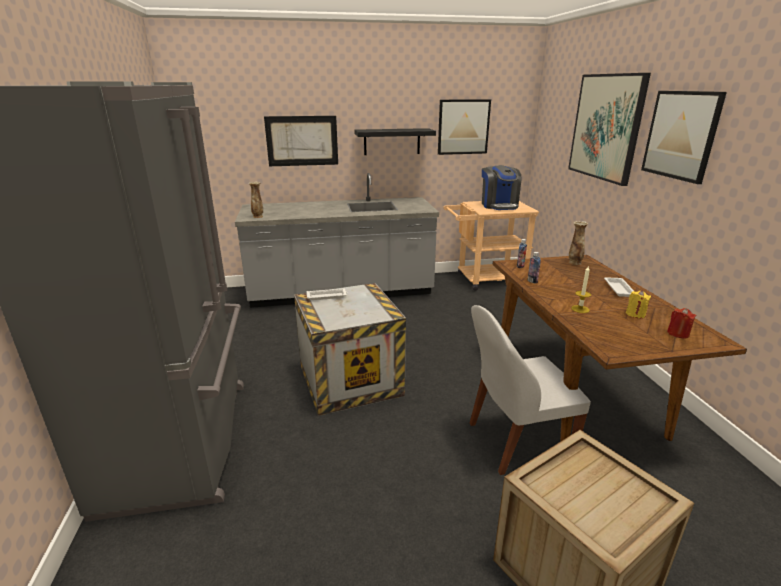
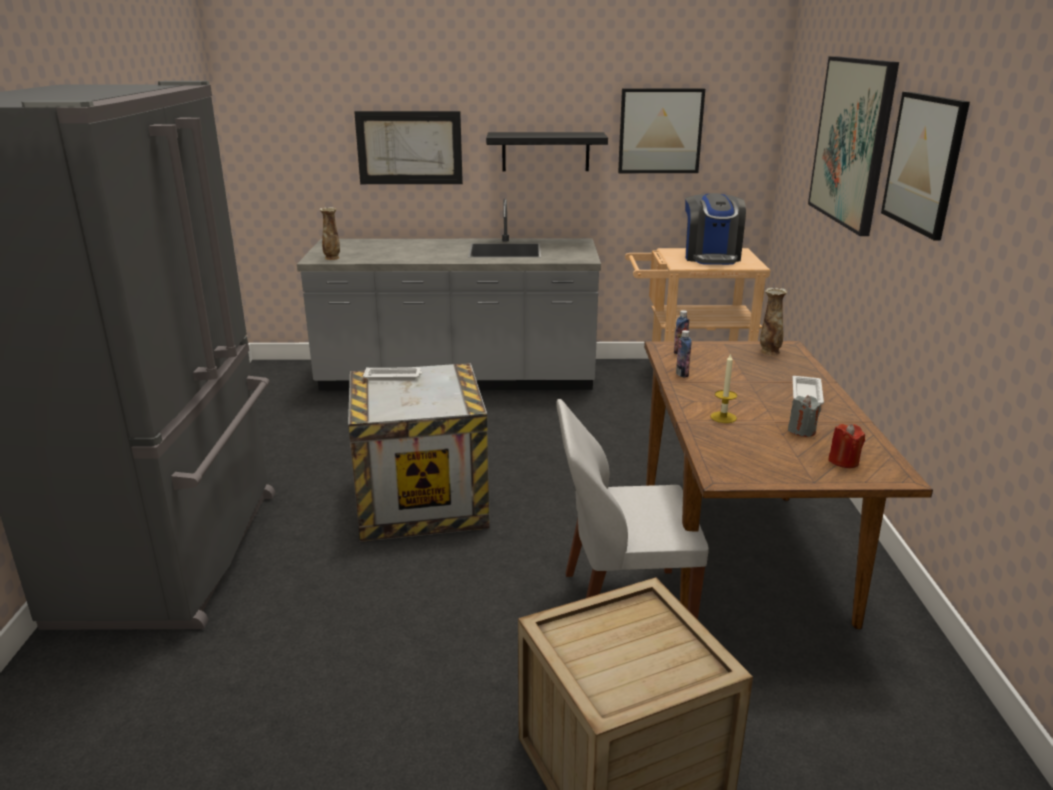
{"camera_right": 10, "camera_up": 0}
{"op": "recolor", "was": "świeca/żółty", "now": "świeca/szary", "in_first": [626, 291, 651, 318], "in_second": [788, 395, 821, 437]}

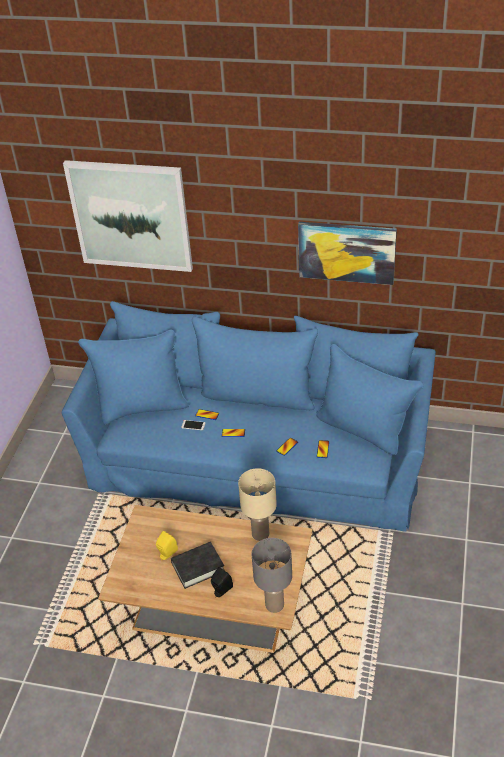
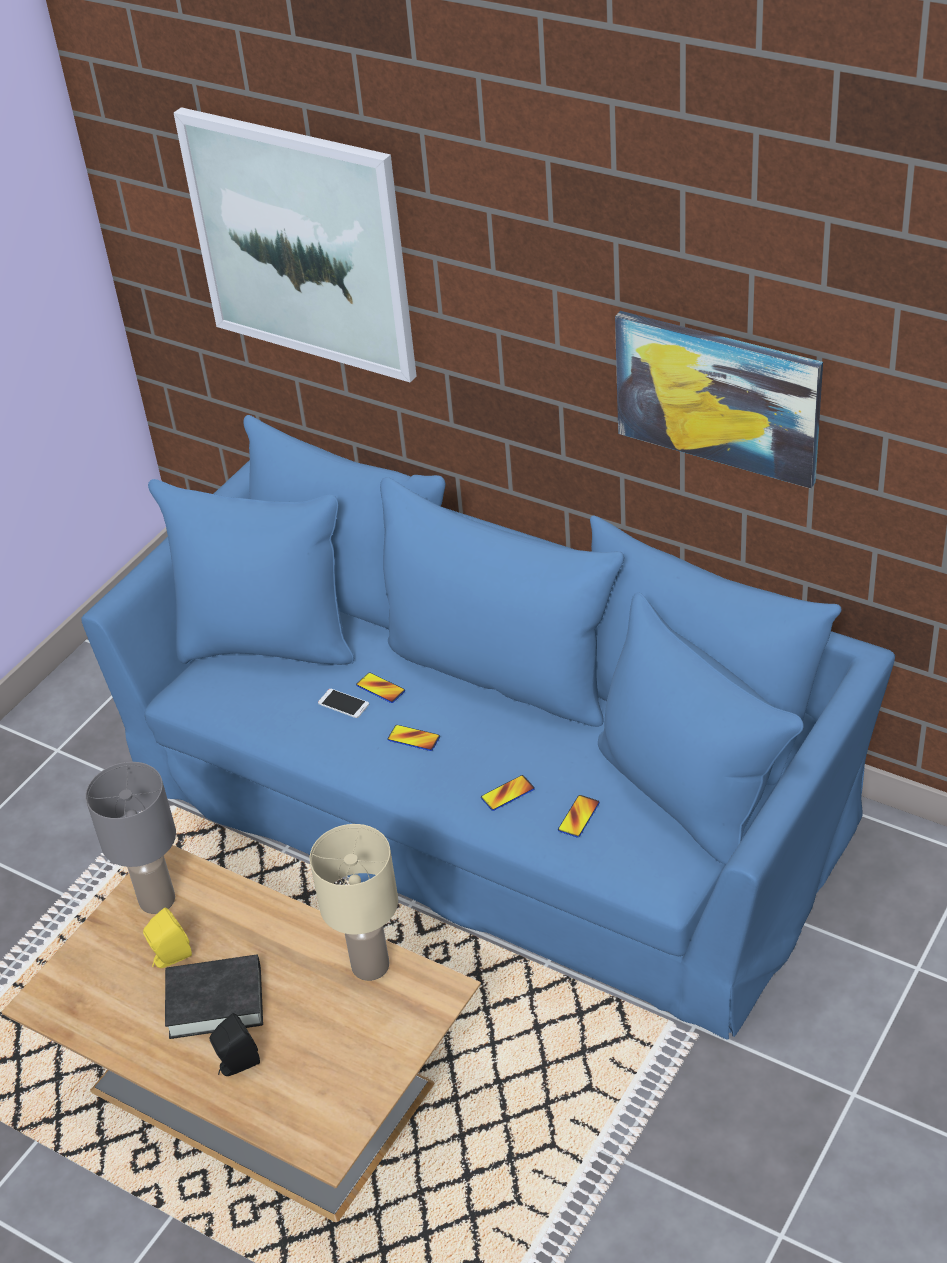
{"camera_right": 20, "camera_up": 0}
{"op": "move", "was": "lampa stołowa/szary", "in_first": [252, 538, 292, 613], "in_second": [86, 762, 176, 914]}

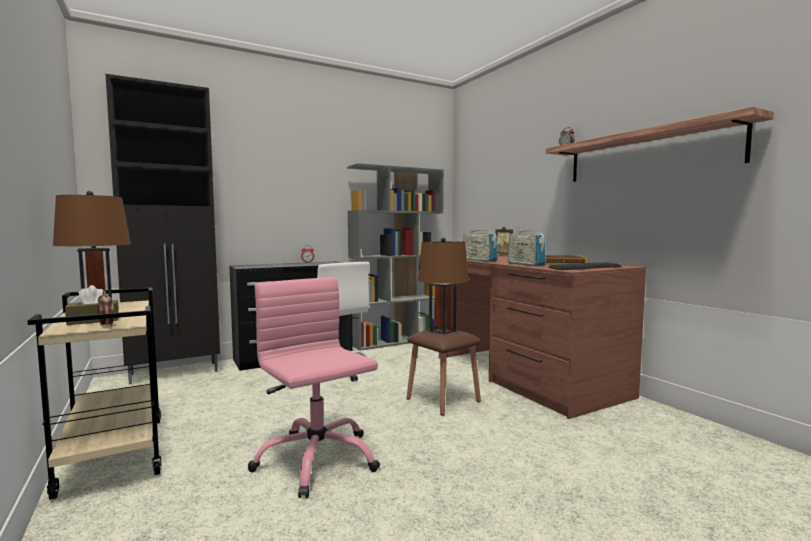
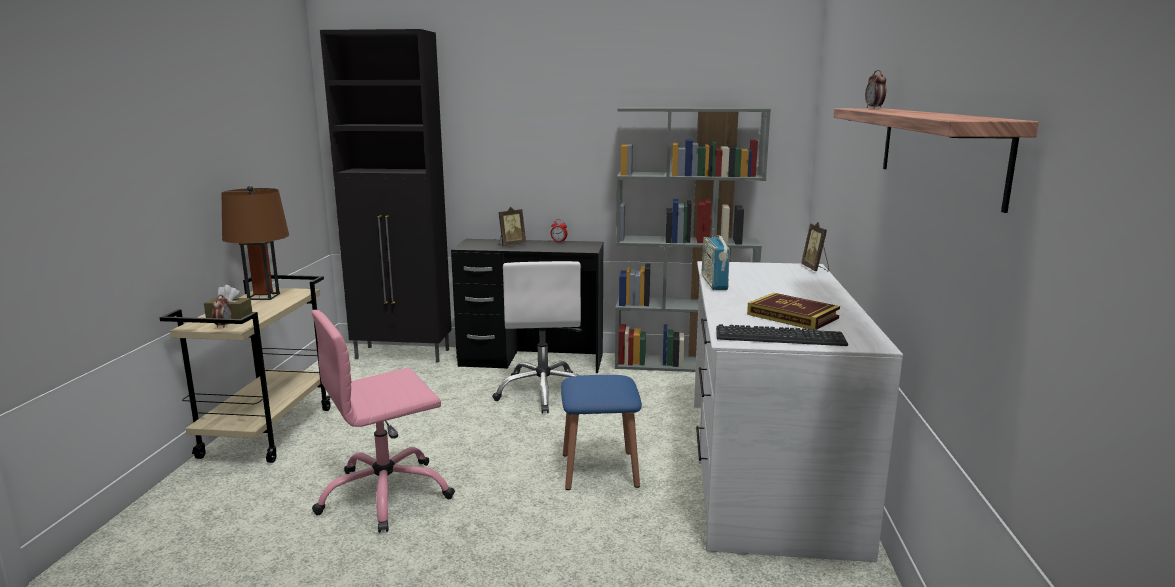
{"camera_right": 35, "camera_up": 10}
{"op": "rotate", "was": "krzesło biurowe/różowy", "in_first": [248, 277, 380, 498], "in_second": [312, 310, 455, 533], "clockwise": -120}
{"op": "insert", "now": "ramka na zdjęcie", "in_second": [499, 207, 526, 246]}
{"op": "recolor", "was": "stołek/brązowy", "now": "stołek/niebieski", "in_first": [406, 328, 481, 416], "in_second": [561, 375, 642, 490]}
{"op": "recolor", "was": "biurko/brązowy", "now": "biurko/biały", "in_first": [439, 255, 646, 419], "in_second": [694, 261, 903, 562]}
{"op": "delete", "was": "lampa stołowa/brązowy", "in_first": [417, 237, 469, 334]}
{"op": "delete", "was": "radio", "in_first": [508, 227, 546, 266]}

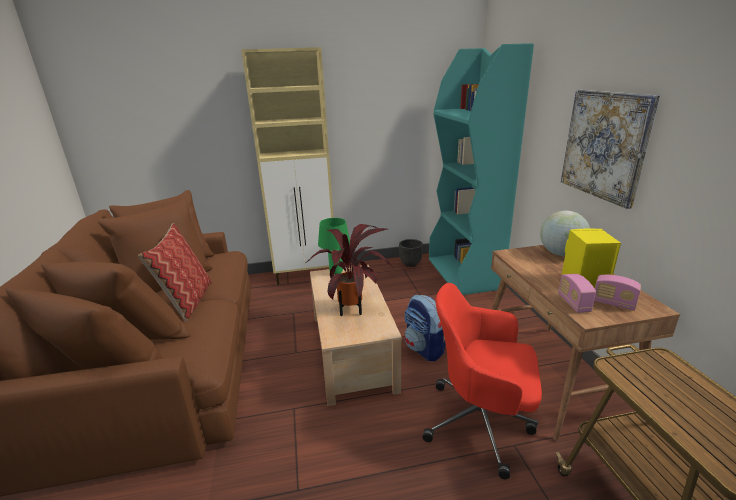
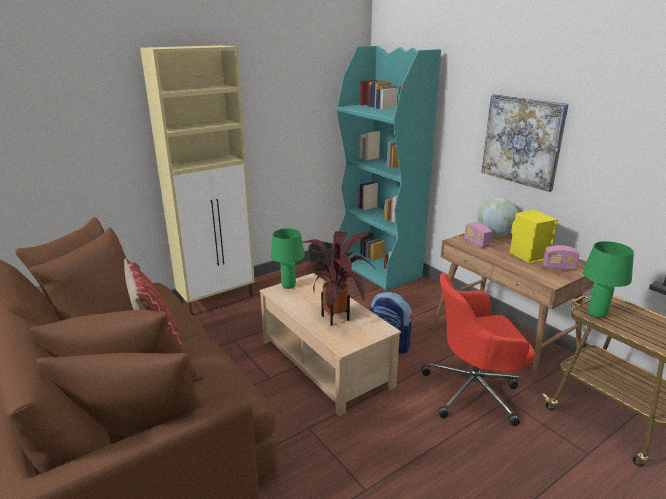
{"camera_right": -25, "camera_up": 0}
{"op": "move", "was": "radio", "in_first": [558, 274, 596, 313], "in_second": [464, 222, 492, 248]}
{"op": "insert", "now": "lampa stołowa/zielony", "in_second": [583, 241, 634, 318]}

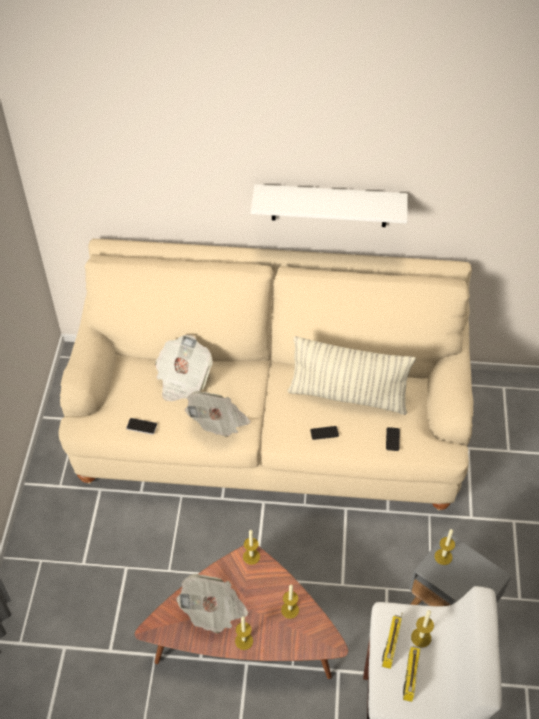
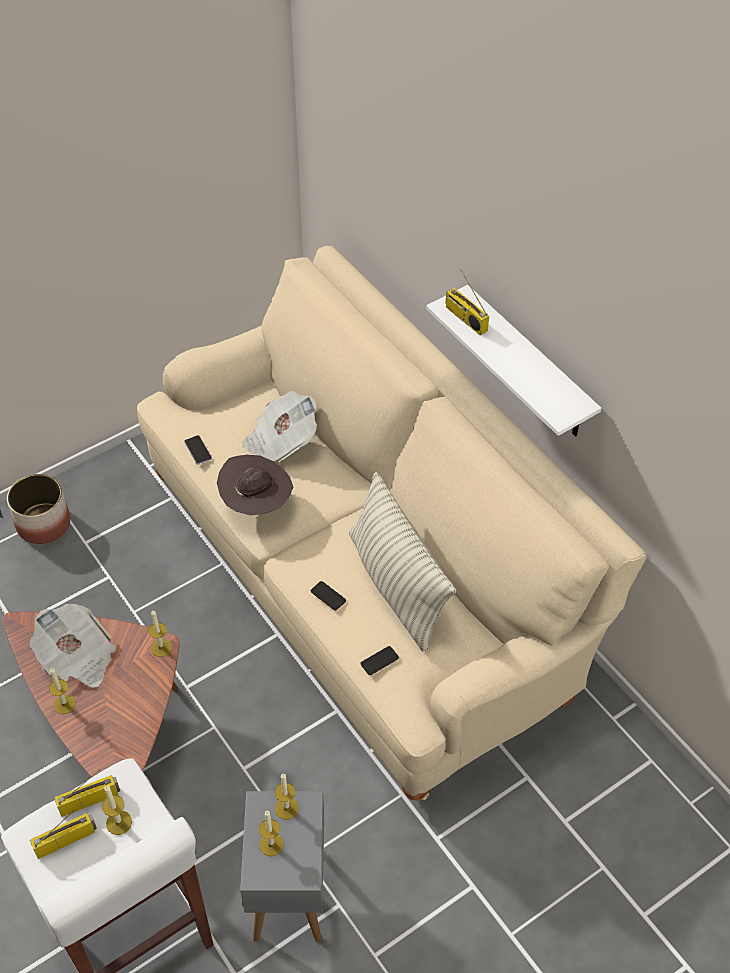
{"camera_right": 50, "camera_up": 0}
{"op": "insert", "now": "donica", "in_second": [7, 474, 70, 544]}
{"op": "replace", "was": "gazeta", "now": "kapelusz/brązowy", "in_first": [185, 391, 250, 437], "in_second": [217, 455, 293, 516]}
{"op": "move", "was": "świeca", "in_first": [281, 585, 299, 619], "in_second": [259, 811, 284, 856]}
{"op": "insert", "now": "radio", "in_second": [446, 269, 489, 336]}

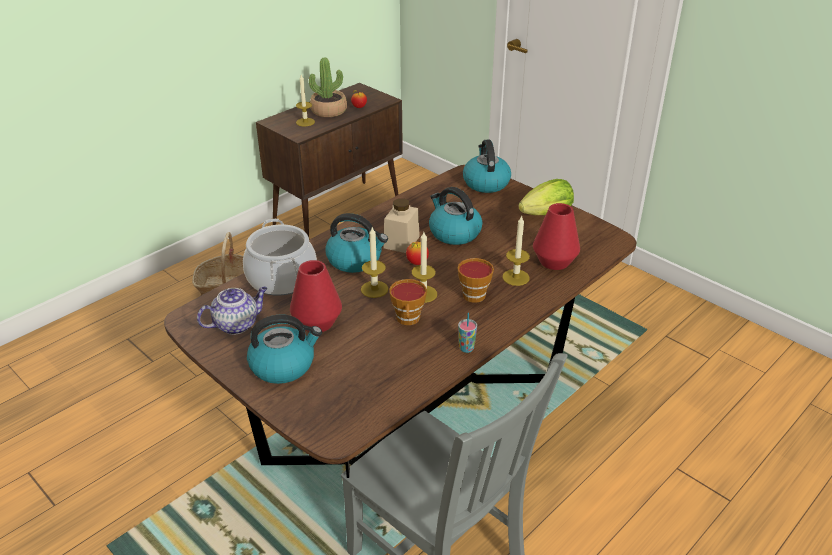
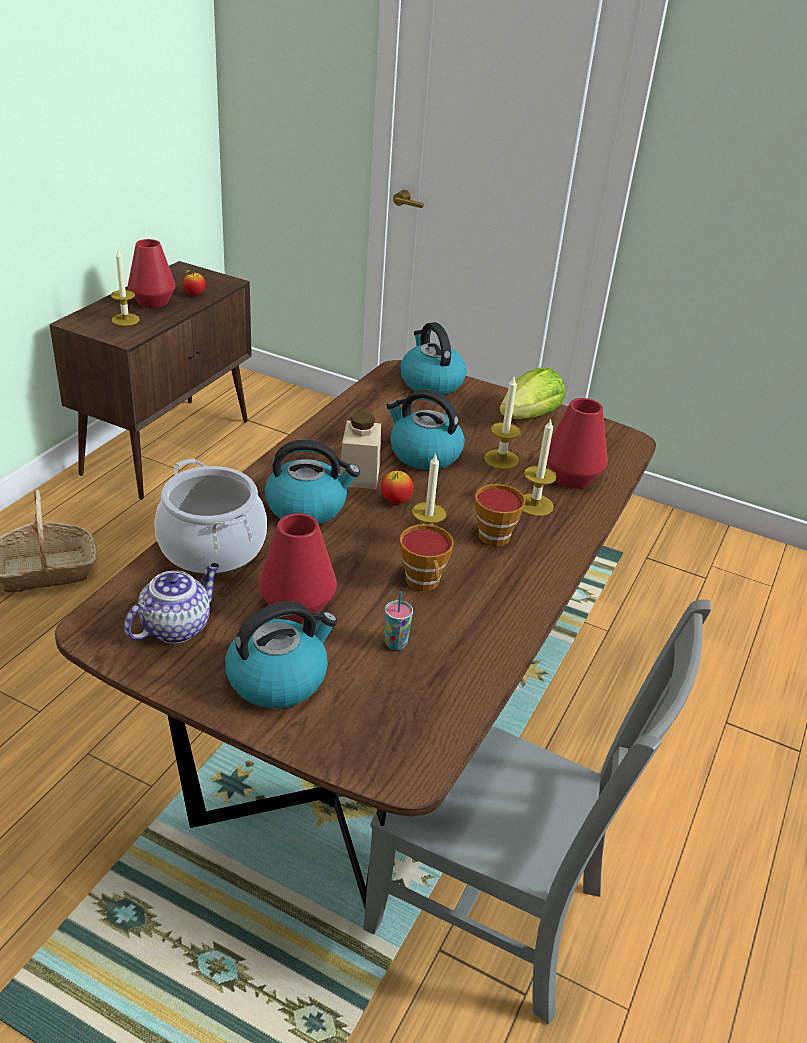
{"camera_right": -20, "camera_up": 0}
{"op": "replace", "was": "roślina doniczkowa", "now": "wazon/czerwony", "in_first": [309, 57, 347, 117], "in_second": [128, 239, 175, 308]}
{"op": "move", "was": "filiżanka", "in_first": [458, 312, 477, 353], "in_second": [385, 591, 413, 650]}
{"op": "move", "was": "świeca", "in_first": [361, 227, 388, 298], "in_second": [484, 377, 521, 469]}

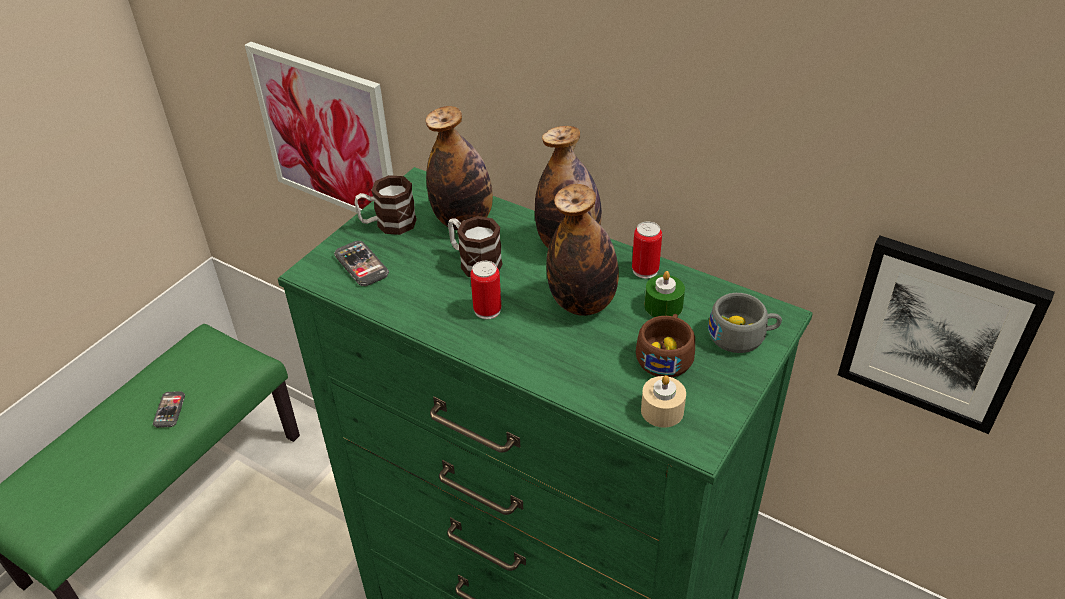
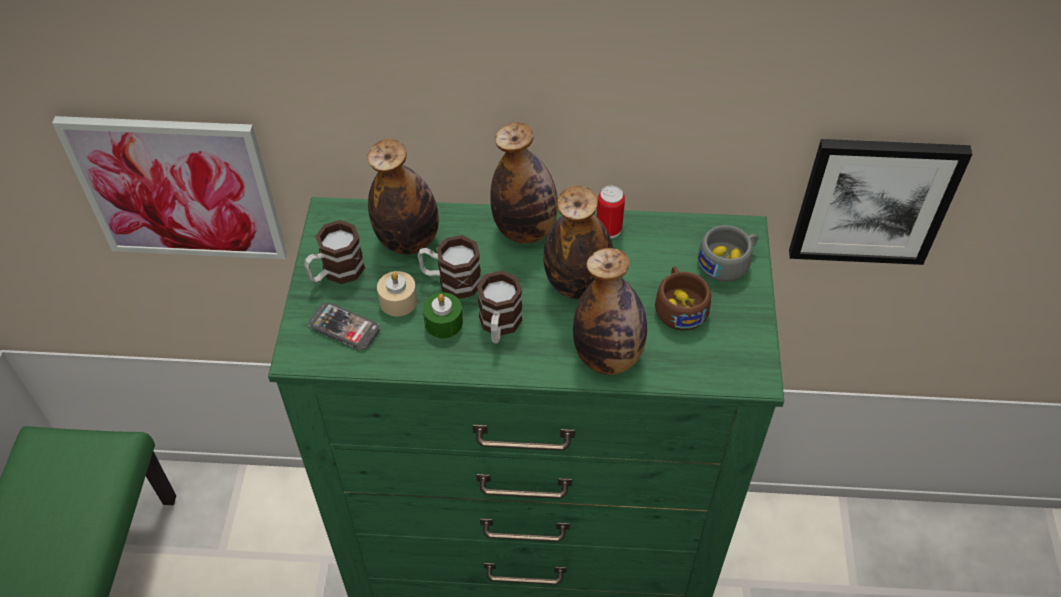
{"camera_right": -30, "camera_up": 10}
{"op": "move", "was": "świeca/beżowy", "in_first": [641, 375, 686, 428], "in_second": [377, 271, 417, 316]}
{"op": "move", "was": "świeca/zielony", "in_first": [644, 271, 685, 317], "in_second": [423, 293, 463, 339]}
{"op": "replace", "was": "puszka", "now": "kubek", "in_first": [470, 261, 502, 319], "in_second": [477, 270, 522, 344]}
{"op": "insert", "now": "butelka", "in_second": [573, 248, 647, 375]}
{"op": "delete", "was": "telefon", "in_first": [153, 391, 185, 428]}

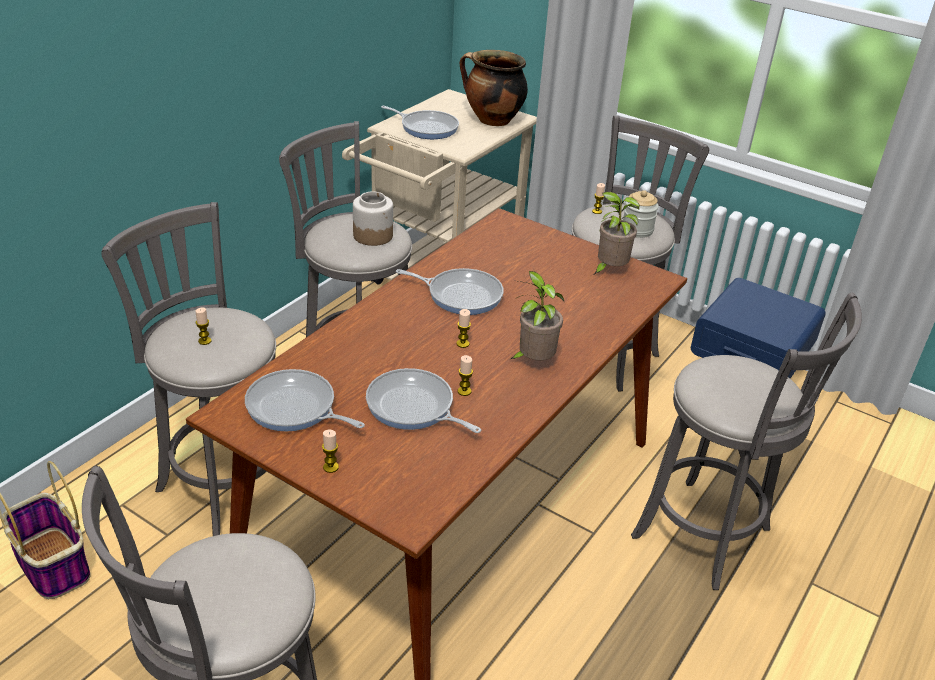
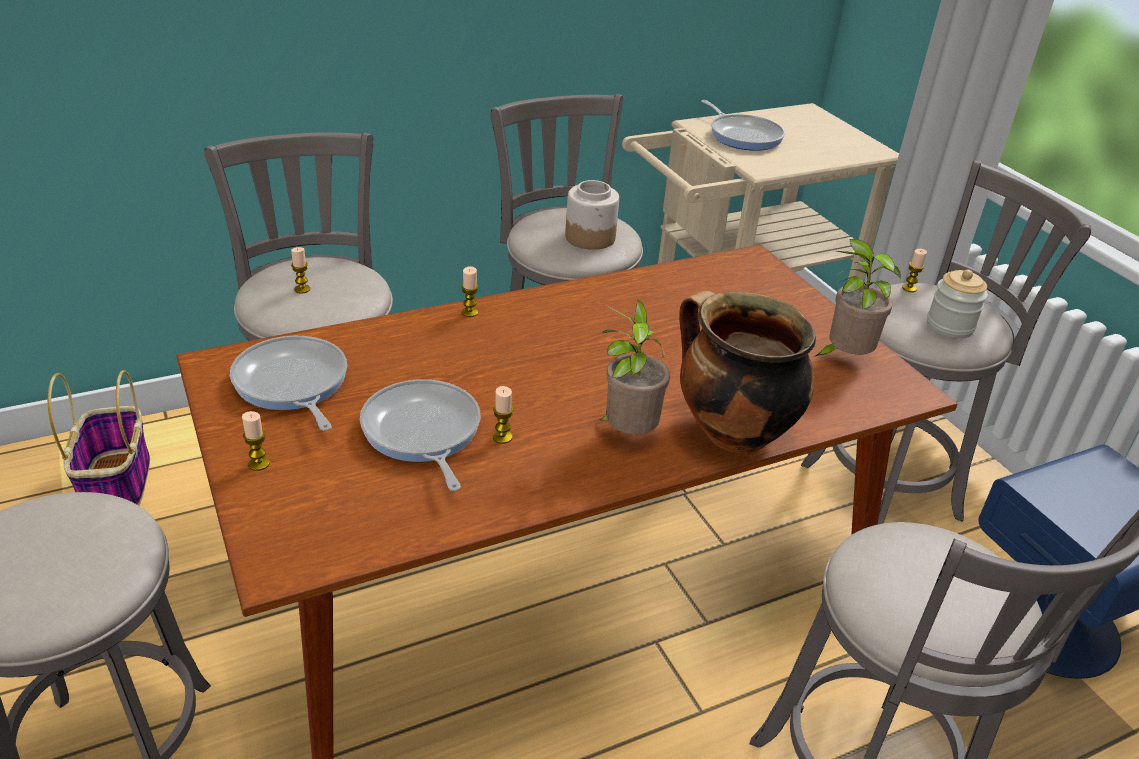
{"camera_right": 30, "camera_up": 0}
{"op": "move", "was": "świeca", "in_first": [456, 309, 471, 348], "in_second": [461, 266, 478, 317]}
{"op": "move", "was": "garnek", "in_first": [460, 50, 528, 126], "in_second": [679, 291, 816, 453]}
{"op": "delete", "was": "patelnia", "in_first": [396, 268, 504, 315]}

